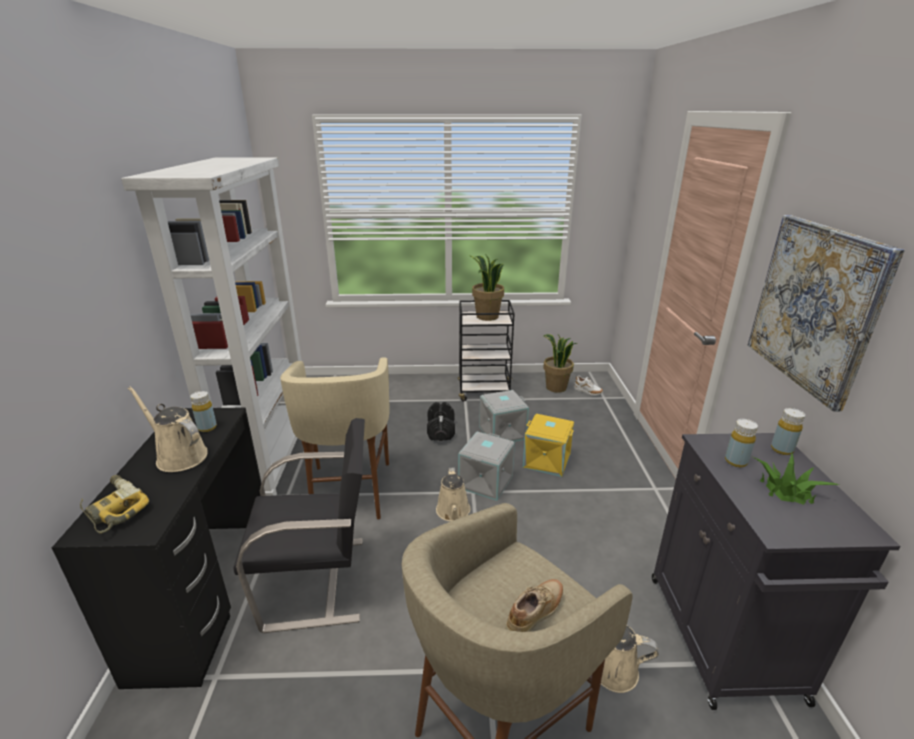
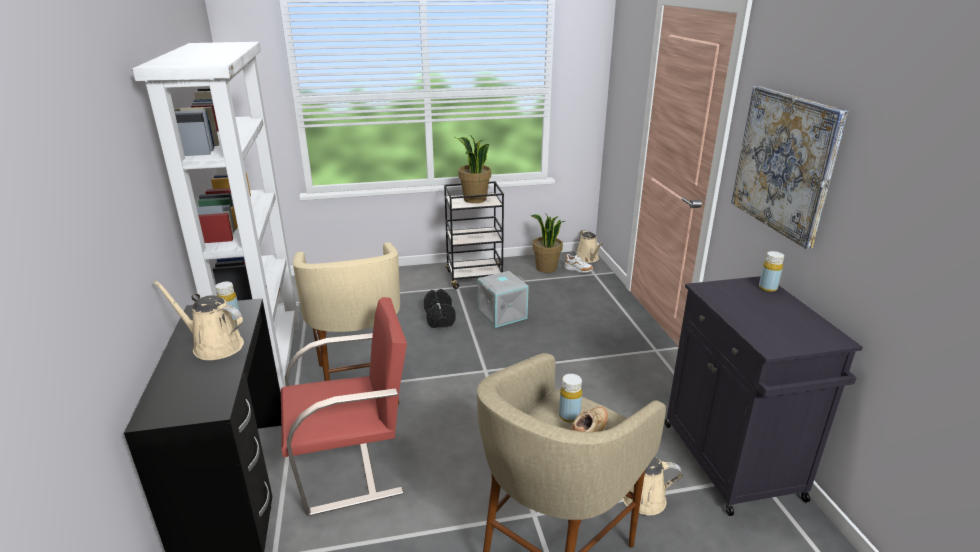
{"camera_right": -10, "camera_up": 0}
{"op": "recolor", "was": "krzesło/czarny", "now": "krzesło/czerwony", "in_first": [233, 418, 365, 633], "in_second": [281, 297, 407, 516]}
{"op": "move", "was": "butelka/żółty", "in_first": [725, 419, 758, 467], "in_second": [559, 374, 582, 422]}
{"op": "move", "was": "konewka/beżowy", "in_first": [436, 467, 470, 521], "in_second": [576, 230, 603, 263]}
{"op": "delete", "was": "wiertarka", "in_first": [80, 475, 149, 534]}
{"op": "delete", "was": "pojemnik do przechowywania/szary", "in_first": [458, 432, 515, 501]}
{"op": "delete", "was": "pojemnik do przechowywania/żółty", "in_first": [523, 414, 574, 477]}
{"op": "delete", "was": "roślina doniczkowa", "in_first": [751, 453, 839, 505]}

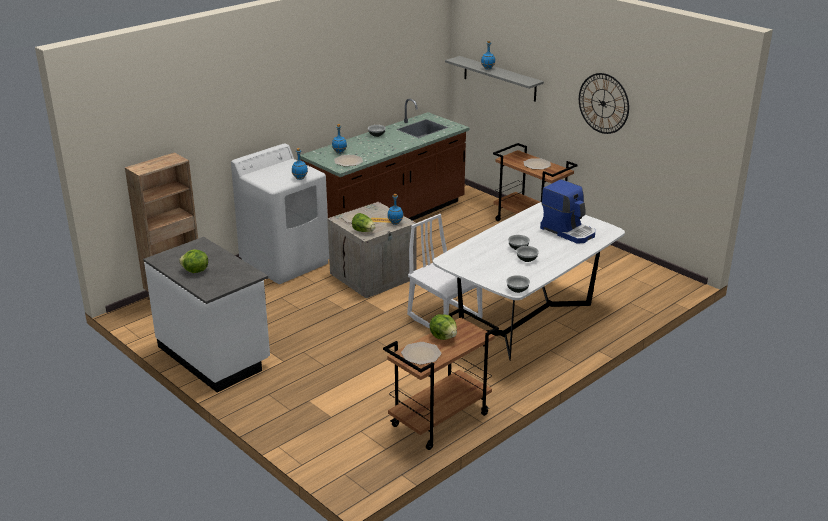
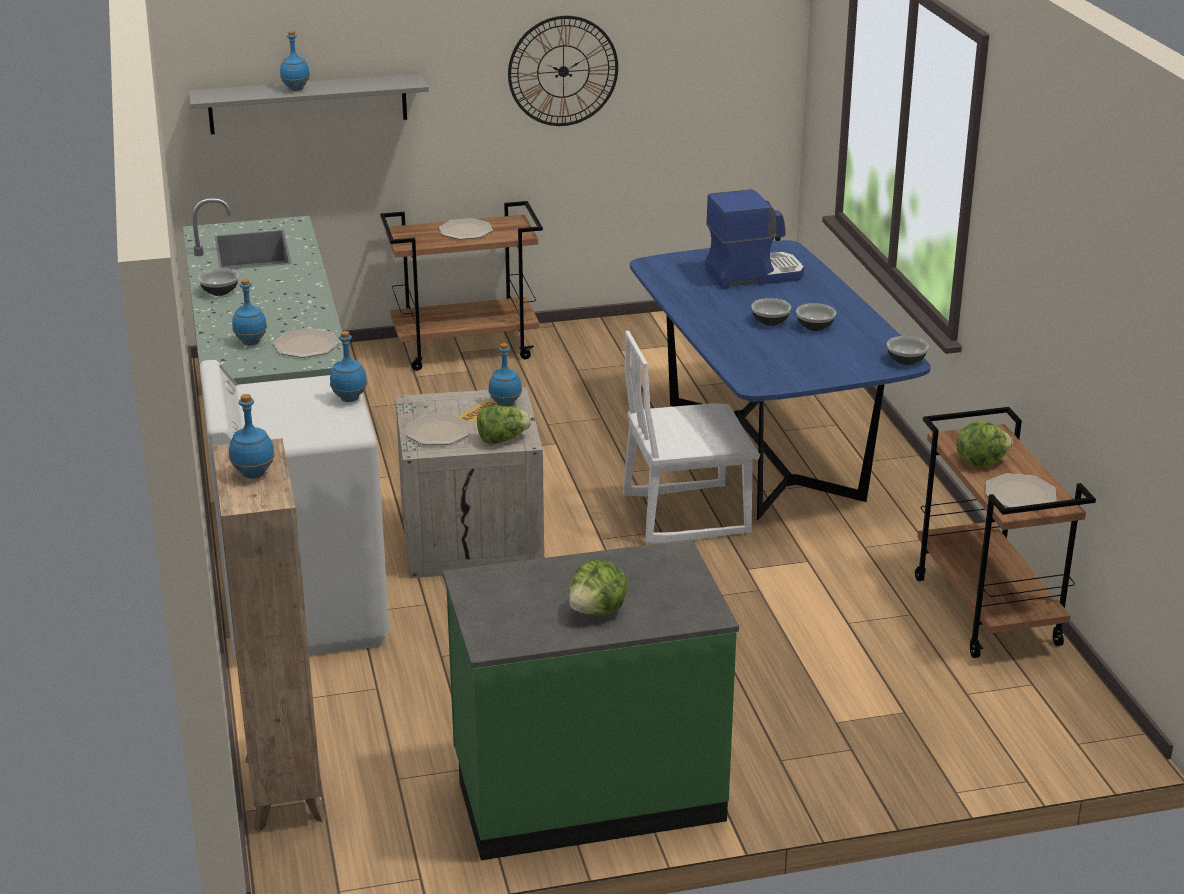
{"camera_right": -60, "camera_up": 0}
{"op": "insert", "now": "butelka/niebieski", "in_second": [229, 394, 275, 479]}
{"op": "recolor", "was": "zabudowa kuchenna/biały", "now": "zabudowa kuchenna/zielony", "in_first": [143, 237, 270, 393], "in_second": [443, 539, 739, 860]}
{"op": "recolor", "was": "stół jadalny/biały", "now": "stół jadalny/niebieski", "in_first": [433, 202, 625, 361], "in_second": [630, 240, 931, 520]}

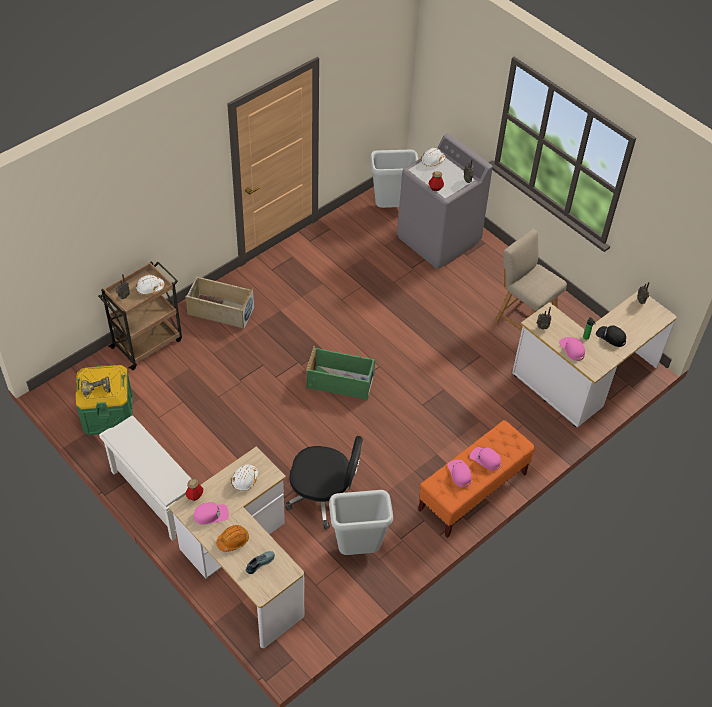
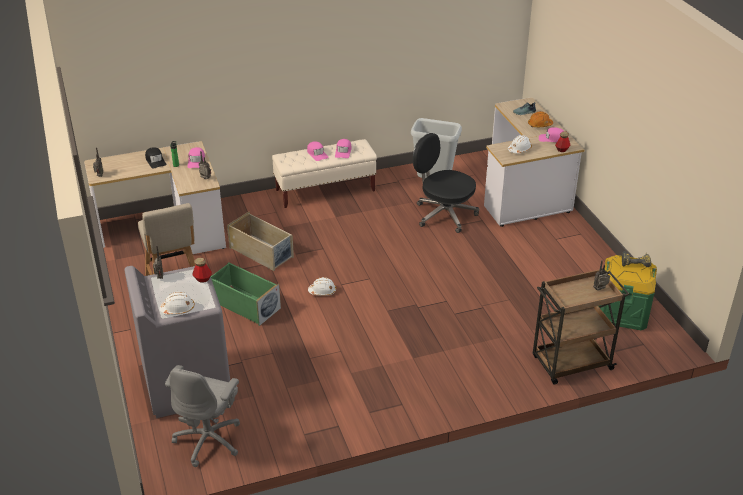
{"camera_right": -155, "camera_up": -15}
{"op": "replace", "was": "kosz na śmieci/szary", "now": "krzesło biurowe/szary", "in_first": [370, 150, 419, 208], "in_second": [165, 365, 240, 467]}
{"op": "move", "was": "pojemnik do przechowywania/zielony", "in_first": [306, 346, 375, 400], "in_second": [211, 262, 281, 326]}
{"op": "move", "was": "pojemnik do przechowywania/beżowy", "in_first": [185, 276, 254, 330], "in_second": [227, 212, 294, 271]}
{"op": "recolor", "was": "ławka/pomarańczowy", "now": "ławka/beżowy", "in_first": [418, 420, 535, 538], "in_second": [272, 139, 377, 208]}
{"op": "move", "was": "kask/biały", "in_first": [136, 275, 165, 295], "in_second": [308, 277, 336, 296]}
{"op": "delete", "was": "regał na buty/biały", "in_first": [99, 415, 191, 541]}

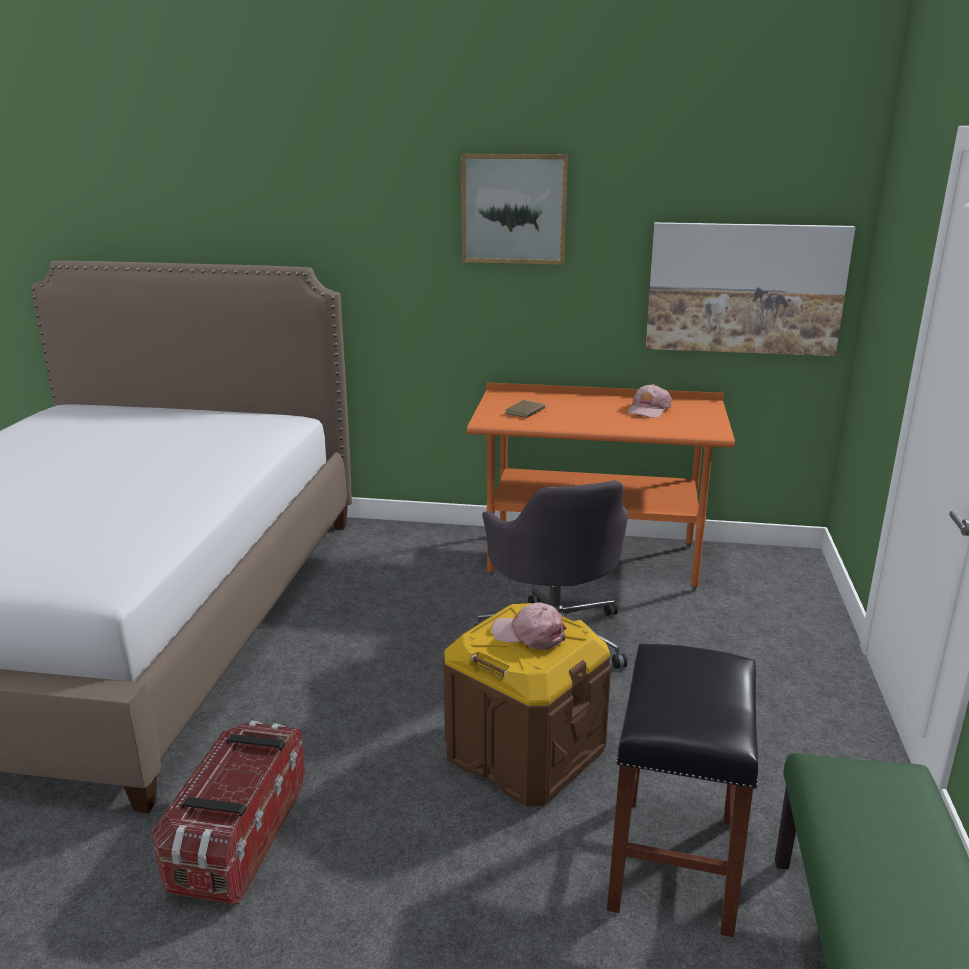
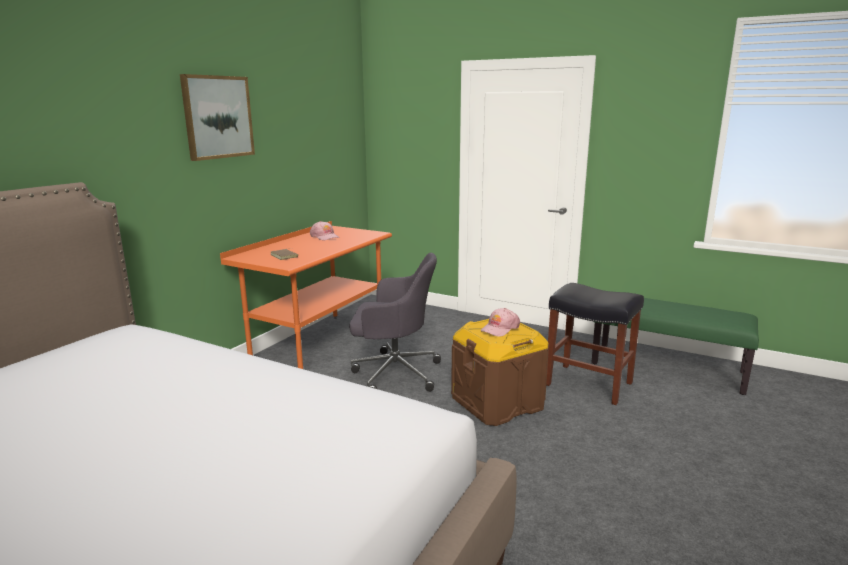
{"camera_right": -70, "camera_up": -5}
{"op": "delete", "was": "pojemnik do przechowywania", "in_first": [151, 721, 305, 905]}
{"op": "delete", "was": "obraz", "in_first": [646, 222, 855, 356]}

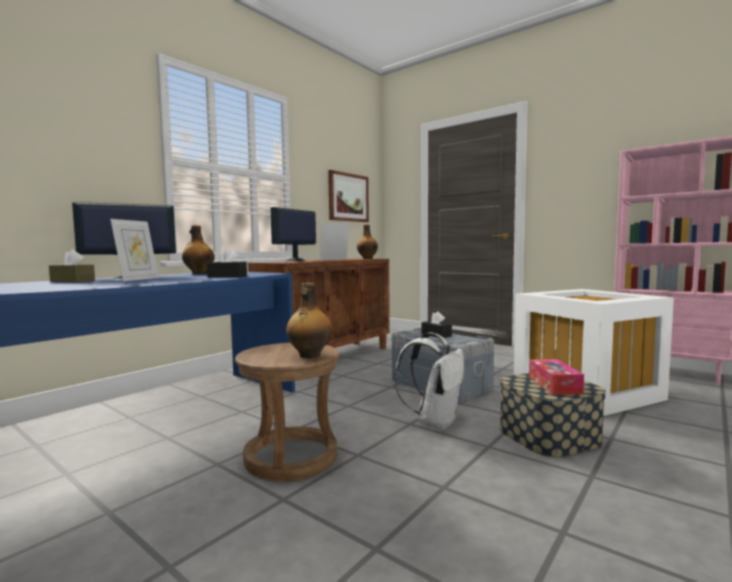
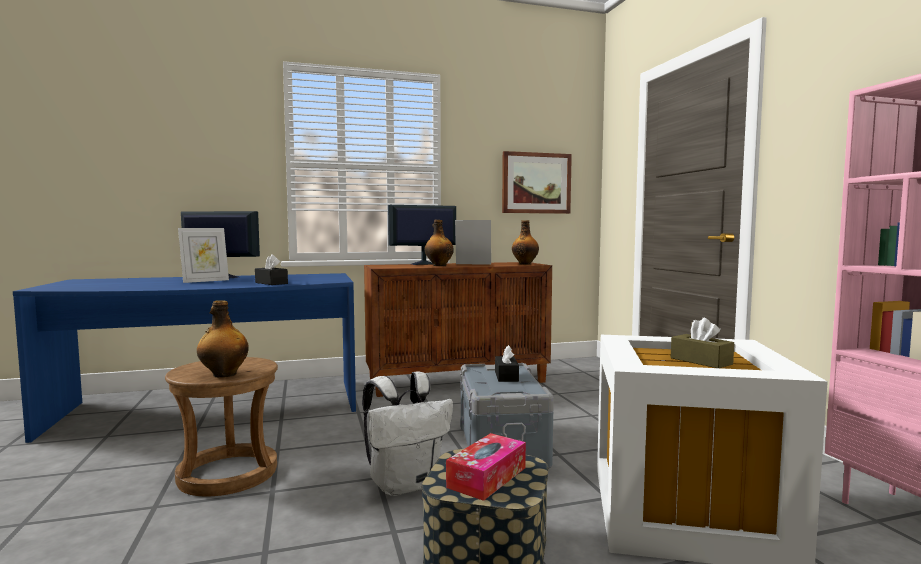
{"camera_right": 35, "camera_up": 0}
{"op": "move", "was": "butelka", "in_first": [182, 225, 215, 274], "in_second": [425, 220, 454, 266]}
{"op": "move", "was": "pudełko chusteczek/brązowy", "in_first": [49, 249, 95, 282], "in_second": [671, 318, 734, 368]}

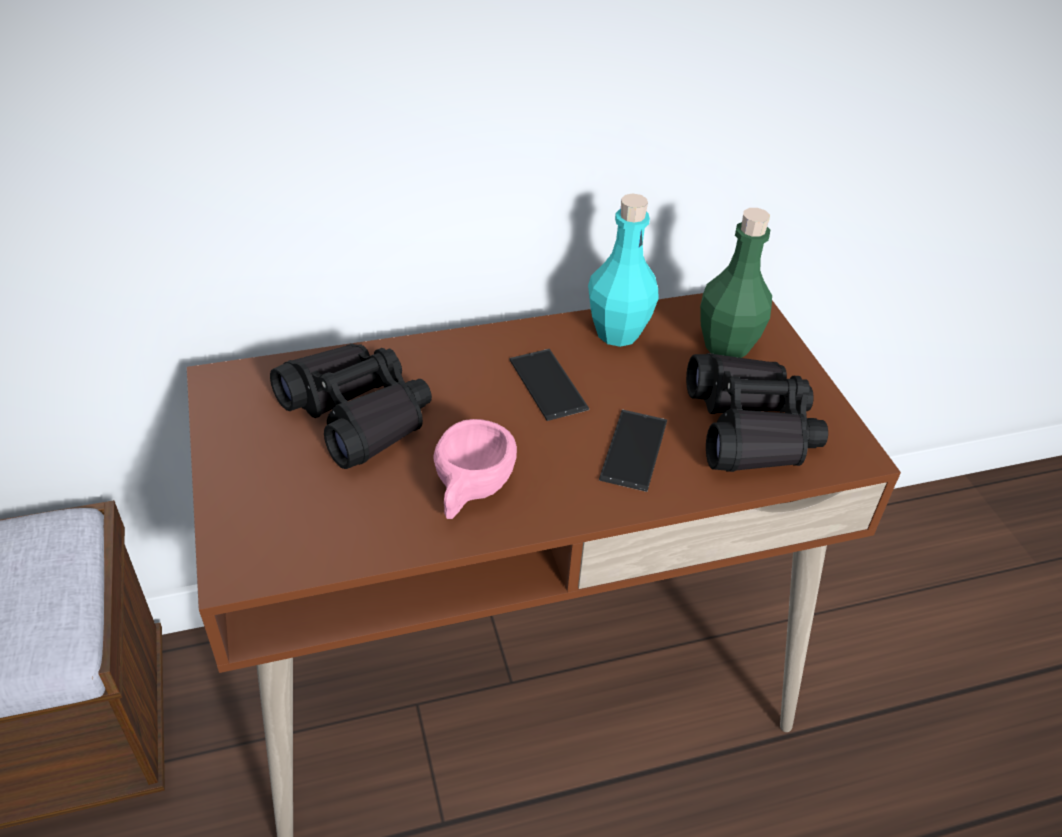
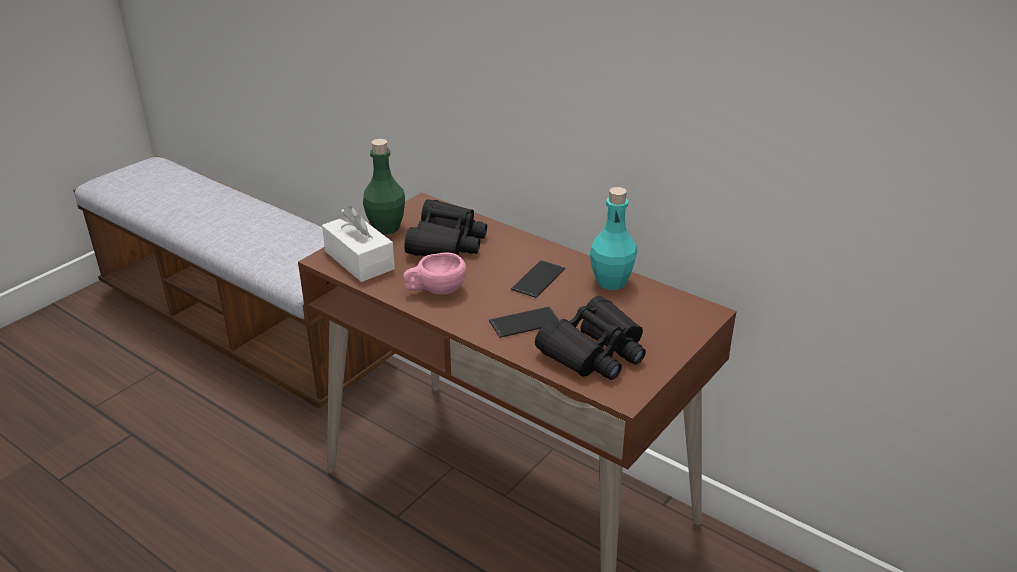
{"camera_right": 55, "camera_up": -10}
{"op": "insert", "now": "pudełko chusteczek/biały", "in_second": [322, 206, 395, 282]}
{"op": "move", "was": "butelka/zielony", "in_first": [700, 208, 772, 358], "in_second": [363, 139, 405, 234]}

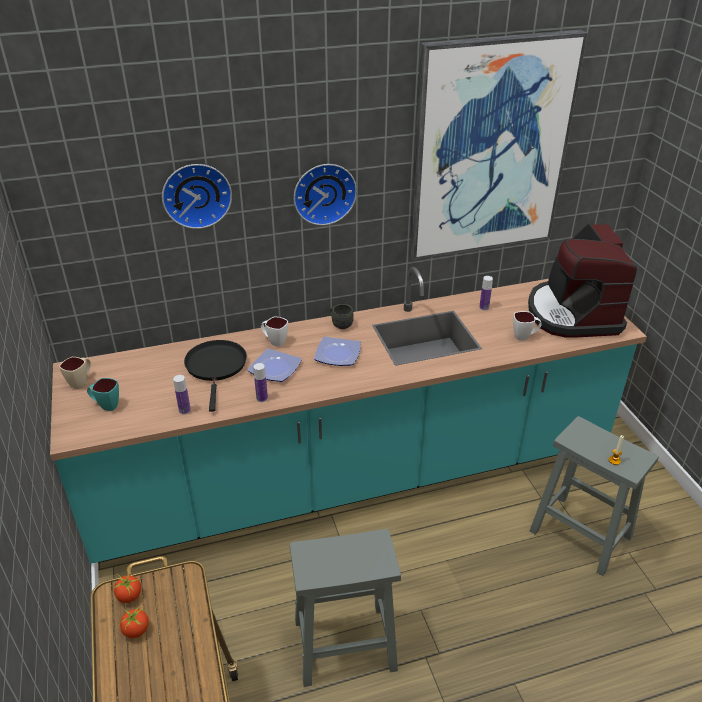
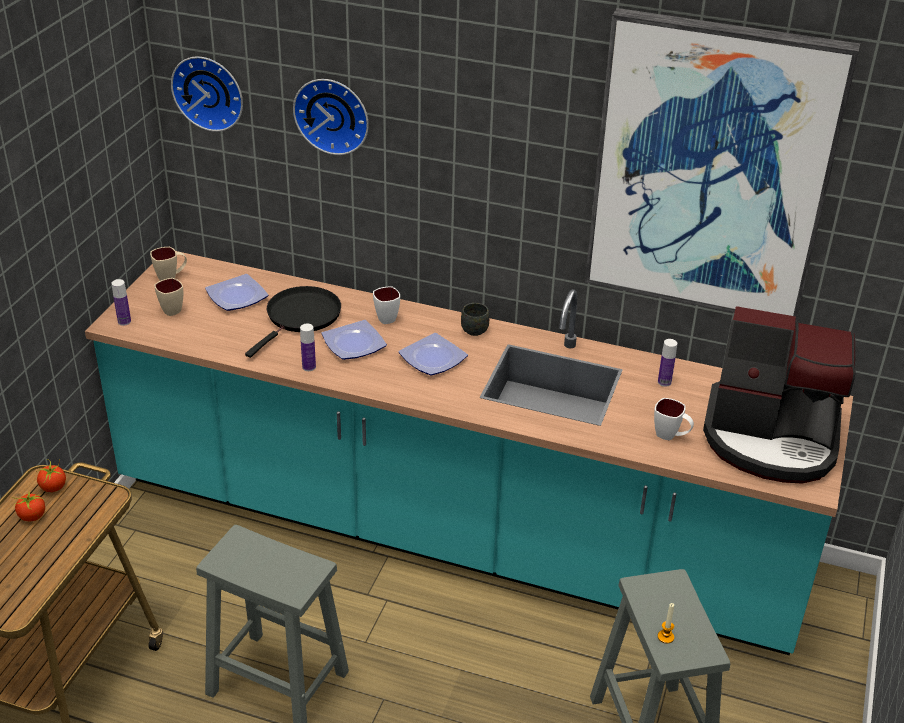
{"camera_right": 35, "camera_up": 0}
{"op": "move", "was": "butelka", "in_first": [173, 375, 191, 414], "in_second": [112, 279, 131, 326]}
{"op": "recolor", "was": "kubek/turkusowy", "now": "kubek/beżowy", "in_first": [87, 378, 119, 411], "in_second": [154, 278, 183, 316]}
{"op": "move", "was": "zegar ścienny", "in_first": [294, 164, 357, 225], "in_second": [171, 56, 243, 132]}
{"op": "insert", "now": "talerz", "in_second": [205, 274, 269, 311]}
{"op": "rotate", "was": "ekspres do kawy", "in_first": [528, 223, 637, 338], "in_second": [703, 306, 855, 484], "clockwise": -105}

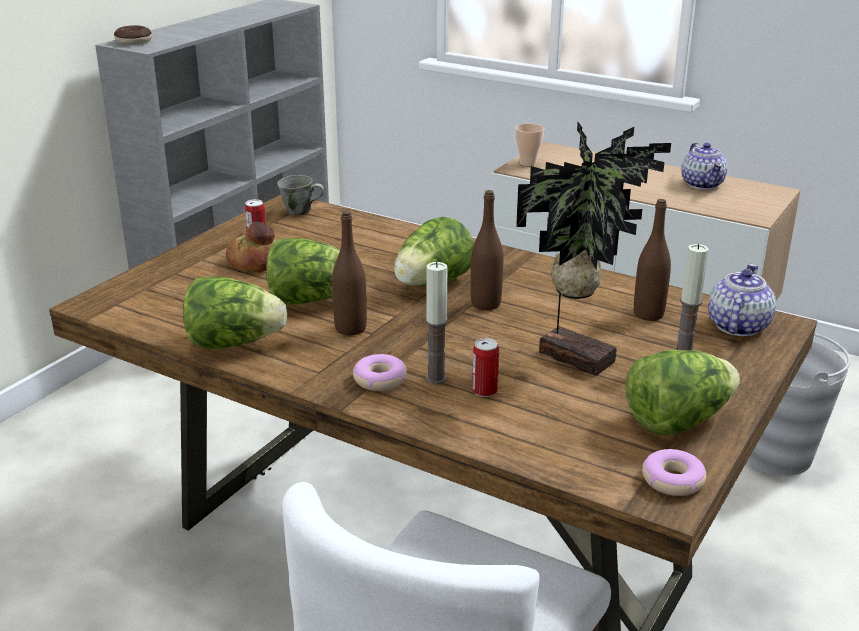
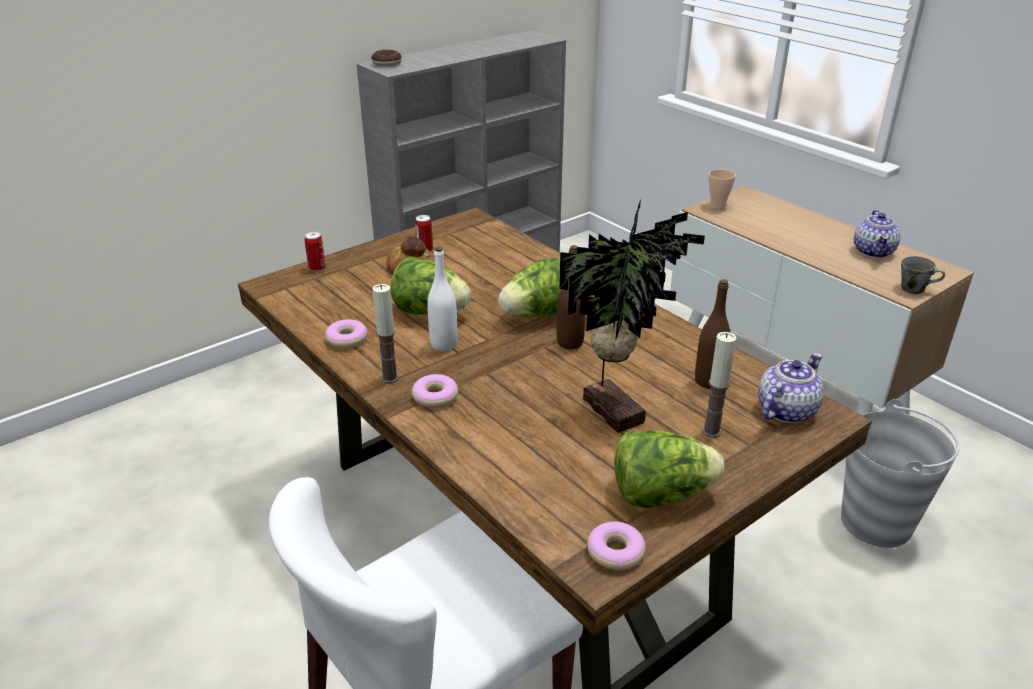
{"camera_right": 20, "camera_up": 5}
{"op": "move", "was": "puszka", "in_first": [472, 338, 499, 397], "in_second": [304, 232, 326, 271]}
{"op": "replace", "was": "sałata", "now": "donut", "in_first": [183, 277, 287, 349], "in_second": [325, 319, 368, 349]}
{"op": "move", "was": "świeca", "in_first": [425, 262, 448, 384], "in_second": [373, 284, 399, 383]}
{"op": "recolor", "was": "butelka/brązowy", "now": "butelka/biały", "in_first": [332, 211, 367, 335], "in_second": [427, 247, 457, 351]}
{"op": "move", "was": "kubek/szary", "in_first": [277, 175, 324, 215], "in_second": [901, 256, 945, 294]}

